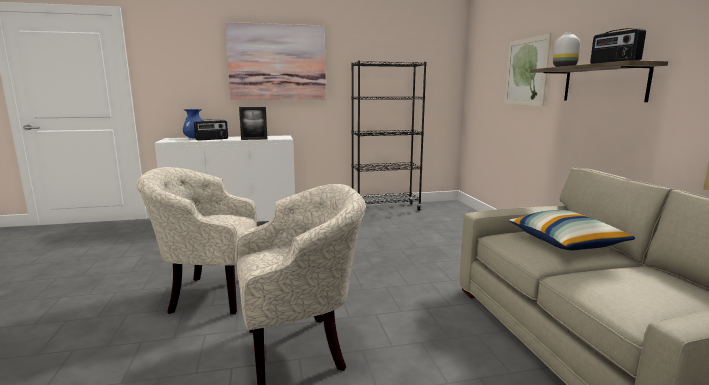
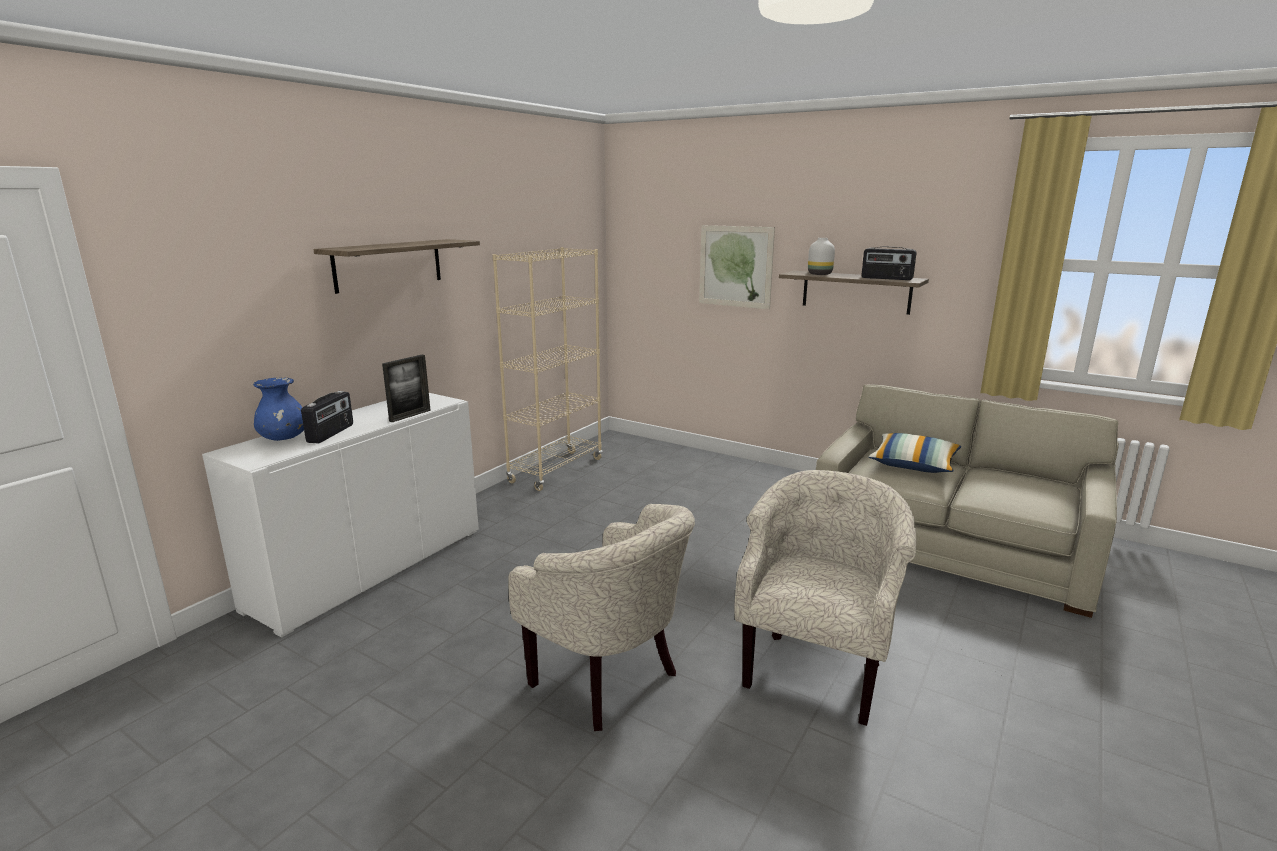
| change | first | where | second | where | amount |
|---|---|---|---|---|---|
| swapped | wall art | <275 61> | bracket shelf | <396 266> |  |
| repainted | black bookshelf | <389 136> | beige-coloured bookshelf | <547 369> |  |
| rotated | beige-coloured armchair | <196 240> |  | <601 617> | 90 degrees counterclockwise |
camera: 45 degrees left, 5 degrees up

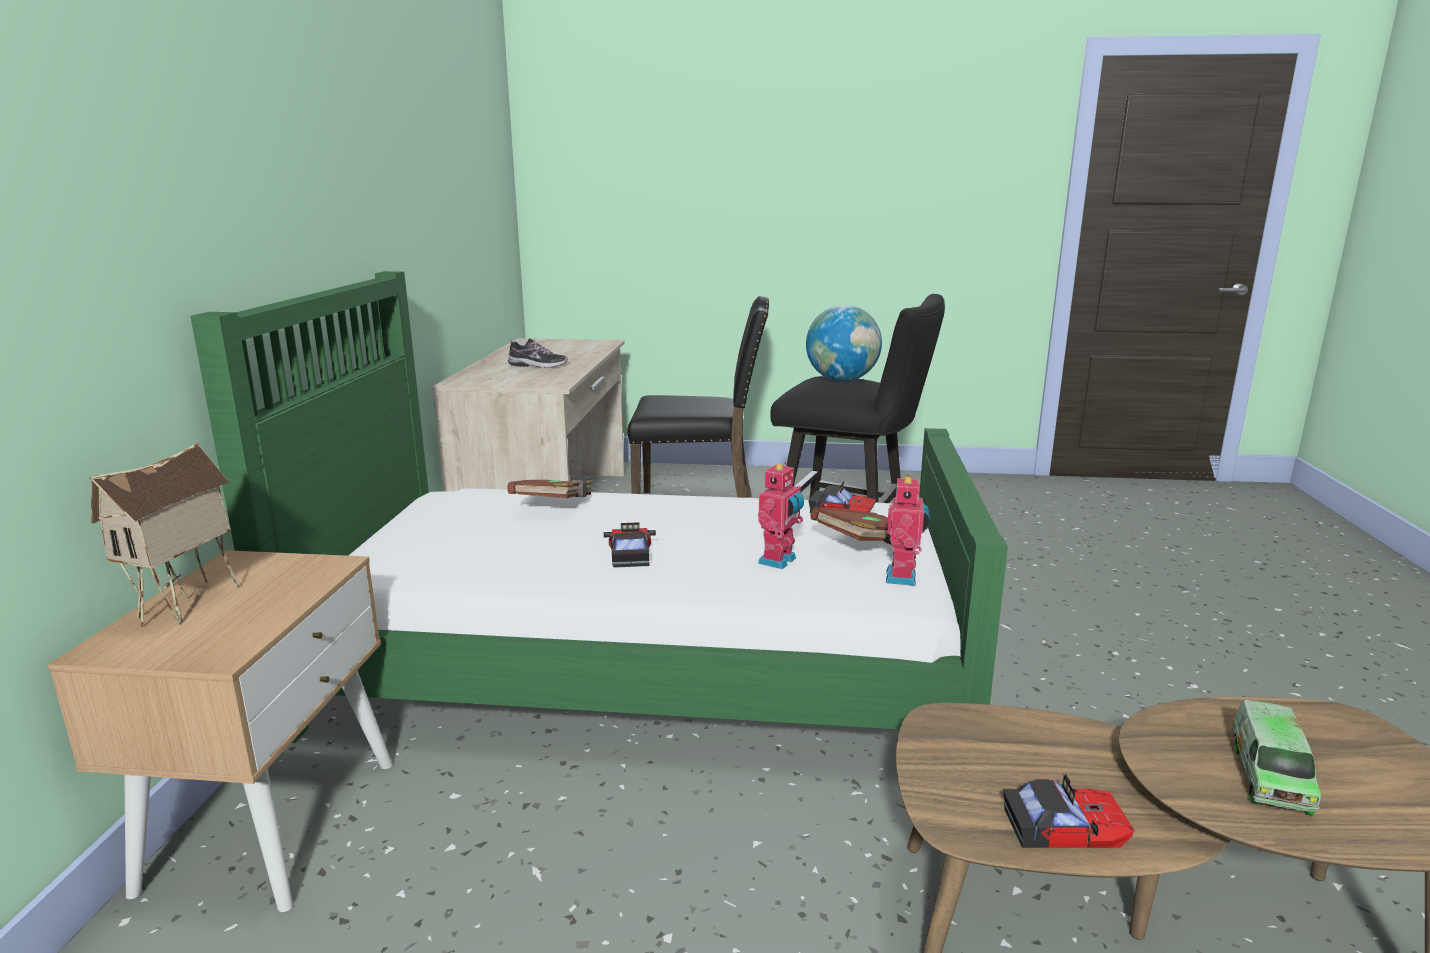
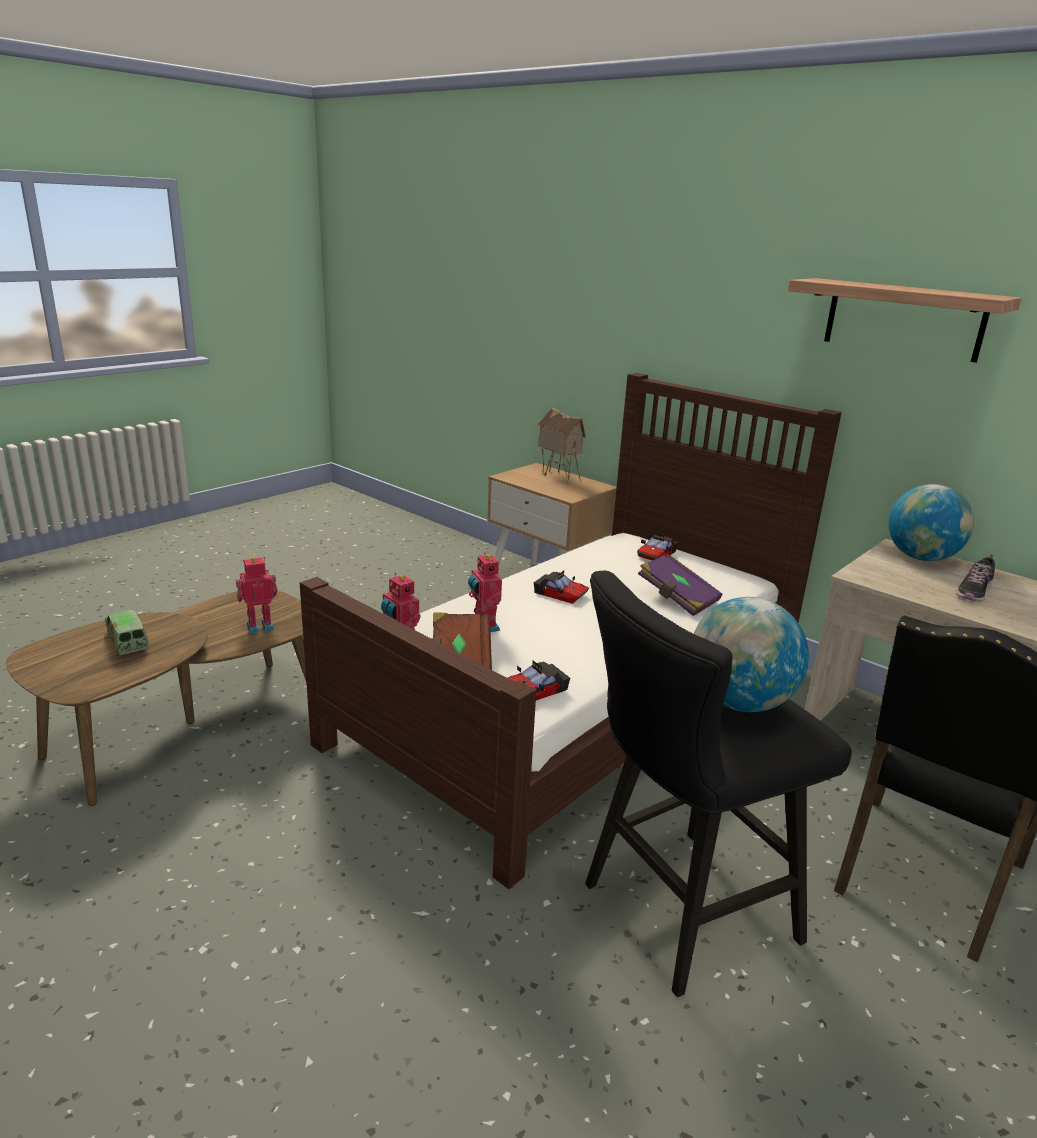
| change | first | where | second | where | amount |
|---|---|---|---|---|---|
| new |  |  | robot figure | <257 595> |  |
| new |  |  | bracket shelf | <905 320> |  |
| new |  |  | desk globe | <931 522> |  |
| shifted | toy car | <1069 810> |  | <657 547> |  |
| repainted | greenish sleeping bed | <599 507> | brown-coloured sleeping bed | <571 631> |  |
| repainted | brown-coloured volume | <549 489> | purple-coloured volume | <680 585> |  |
camera: 125 degrees right, 5 degrees up

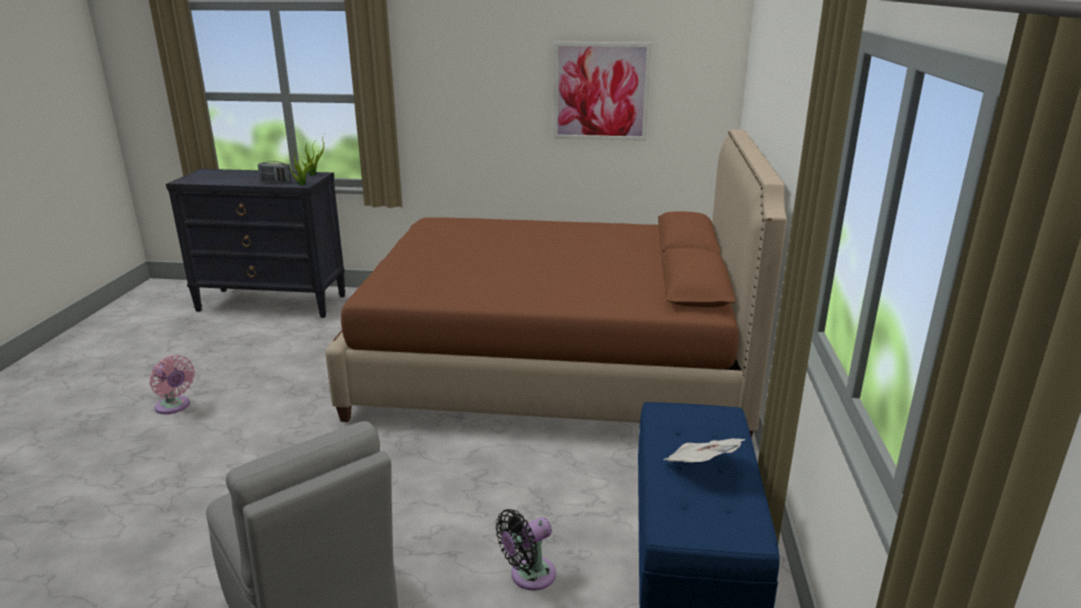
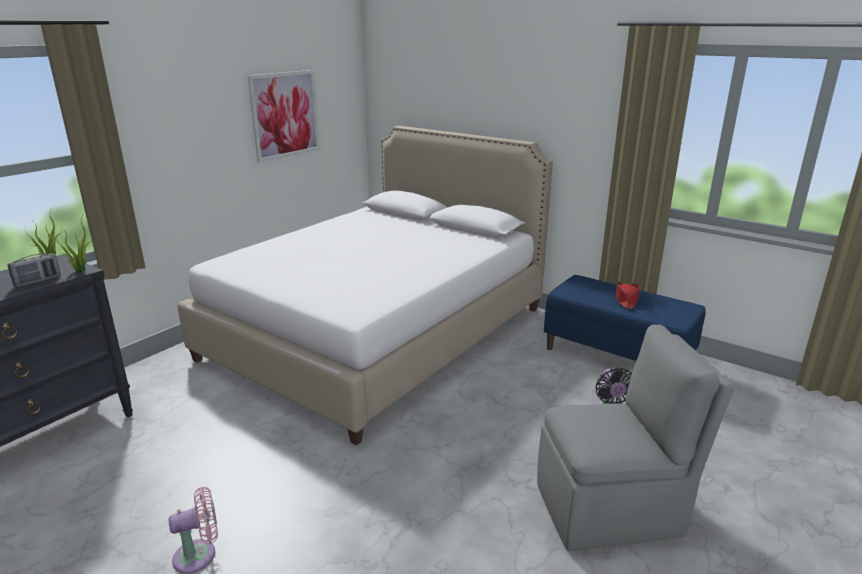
| change | first | where | second | where | amount |
|---|---|---|---|---|---|
| swapped | newspaper | <705 450> | red clothing hat | <628 295> |  |
| repainted | brown-coloured sleeping bed | <556 283> | white sleeping bed | <365 286> |  |
camera: 60 degrees left, 0 degrees up

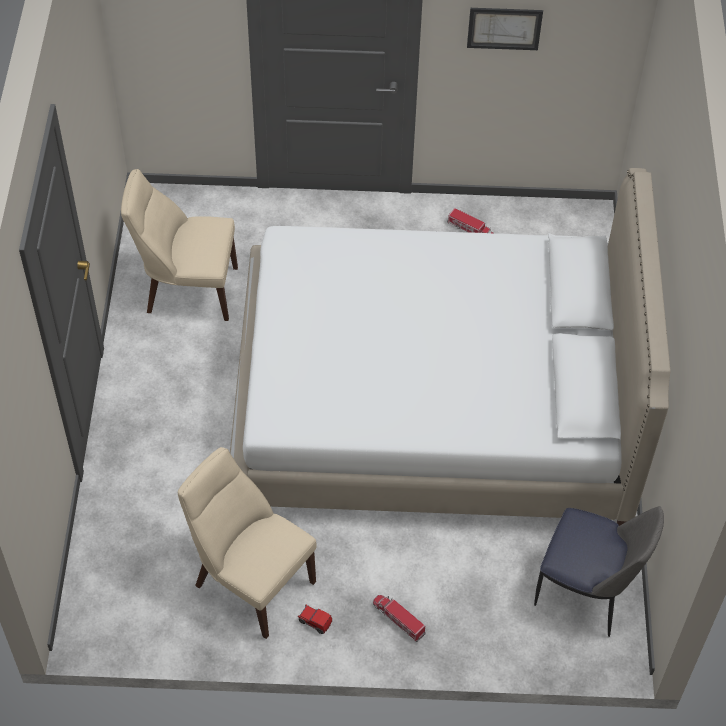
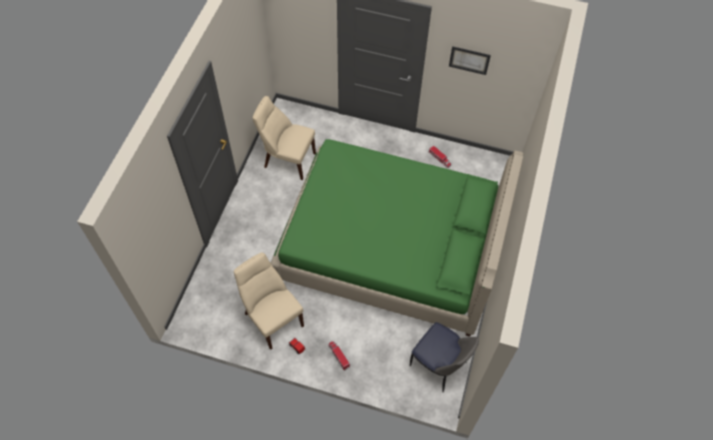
| change | first | where | second | where | amount |
|---|---|---|---|---|---|
| repainted | white sleeping bed | <450 347> | greenish sleeping bed | <397 238> |  |
camera: 15 degrees right, 5 degrees up

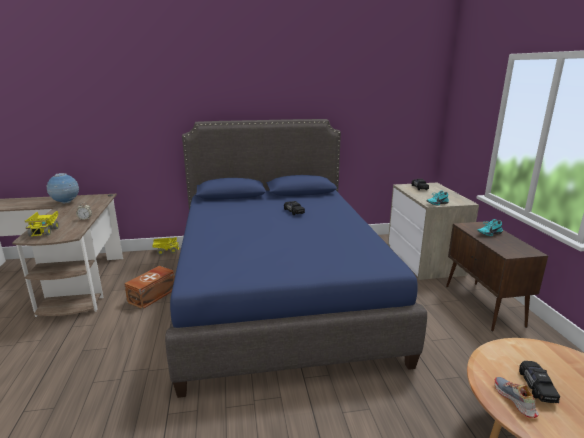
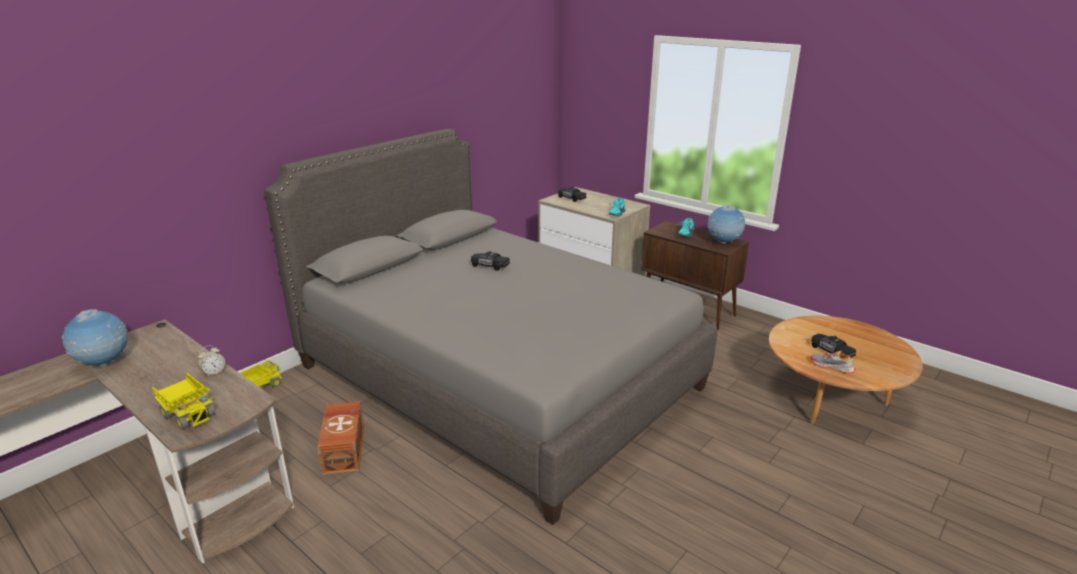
| change | first | where | second | where | amount |
|---|---|---|---|---|---|
| new |  |  | desk globe | <726 224> |  |
| repainted | bluish sleeping bed | <296 258> | gray sleeping bed | <490 327> |  |
camera: 40 degrees left, 5 degrees up

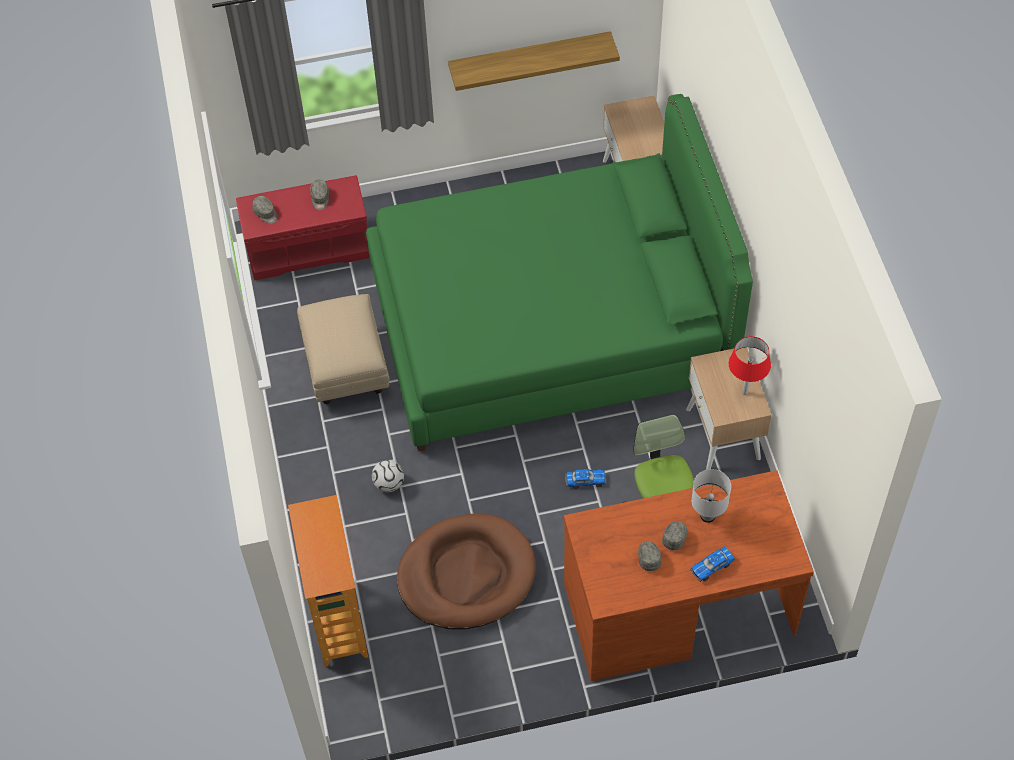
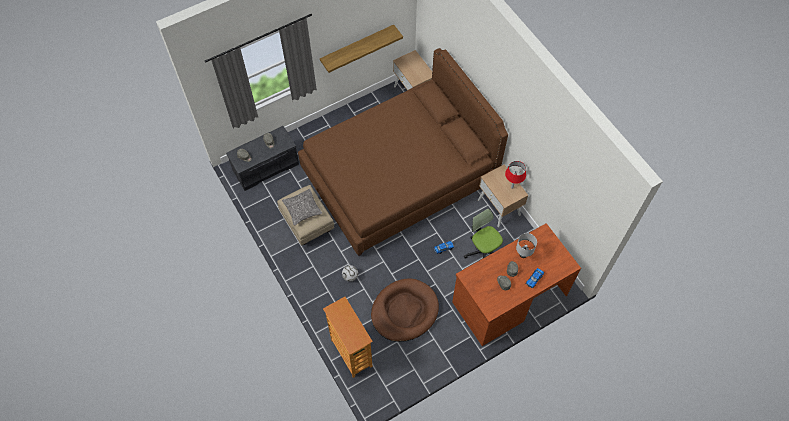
| change | first | where | second | where | amount |
|---|---|---|---|---|---|
| new |  |  | pillow | <302 207> |  |
| repainted | red long seat | <302 228> | gray long seat | <262 158> |  |
| repainted | greenish sleeping bed | <559 273> | brown-coloured sleeping bed | <403 152> |  |
camera: 20 degrees left, 5 degrees up

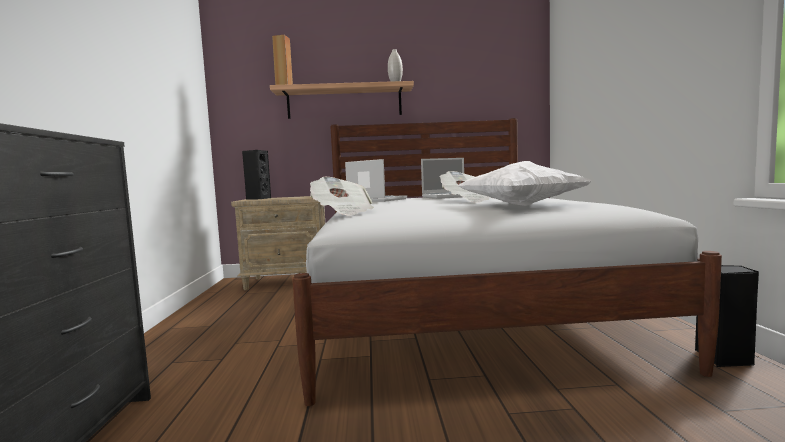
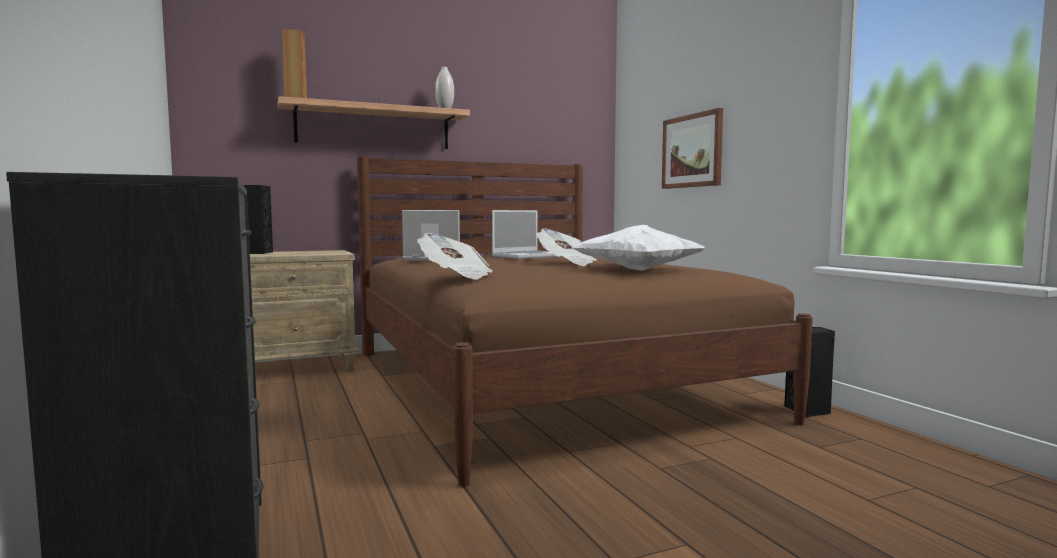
| change | first | where | second | where | amount |
|---|---|---|---|---|---|
| new |  |  | wall art | <692 148> |  |
| repainted | white sleeping bed | <507 262> | brown-coloured sleeping bed | <585 321> |  |
camera: 20 degrees left, 0 degrees up

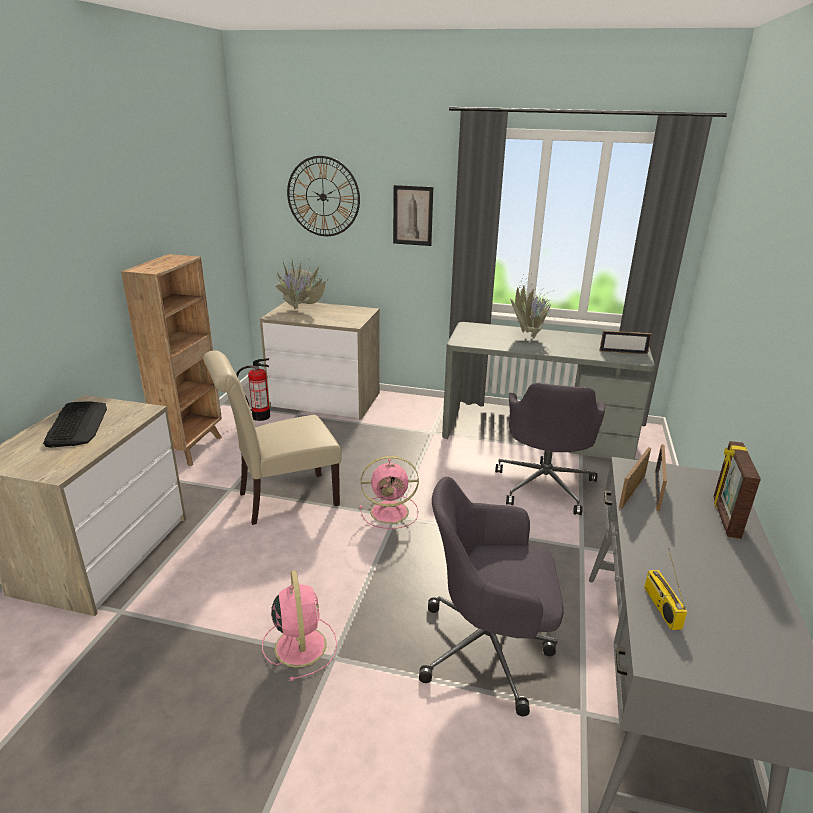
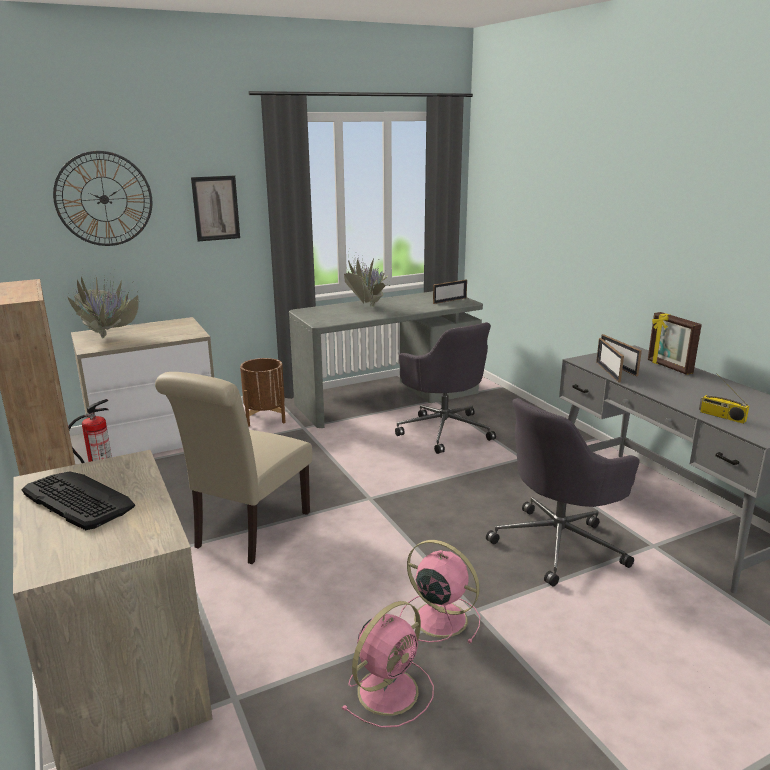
| change | first | where | second | where | amount |
|---|---|---|---|---|---|
| new |  |  | brown-coloured flower pot | <263 392> |  |
| shifted | pinkish cooling fan | <389 492> |  | <387 664> |  |
camera: 40 degrees left, 5 degrees down

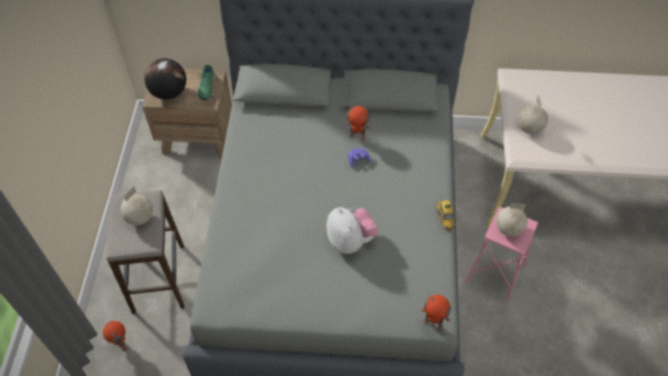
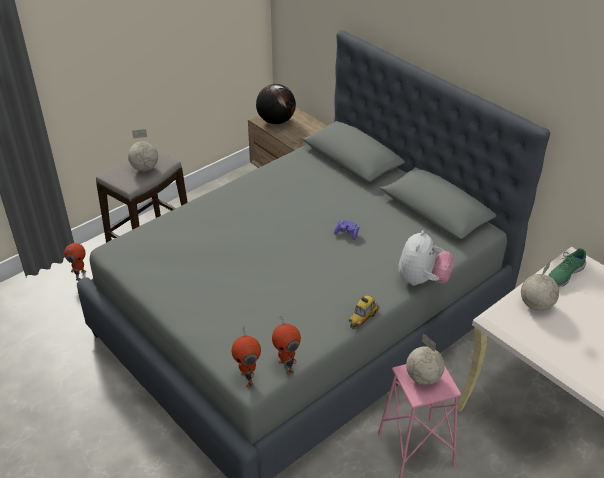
| change | first | where | second | where | amount |
|---|---|---|---|---|---|
| shifted | greenish item of footwear | <206 82> |  | <567 267> |  |
| shifted | cuddly toy | <352 230> |  | <426 258> |  |
| shifted | robot figure | <358 122> |  | <286 345> |  |
camera: 45 degrees right, 15 degrees down

